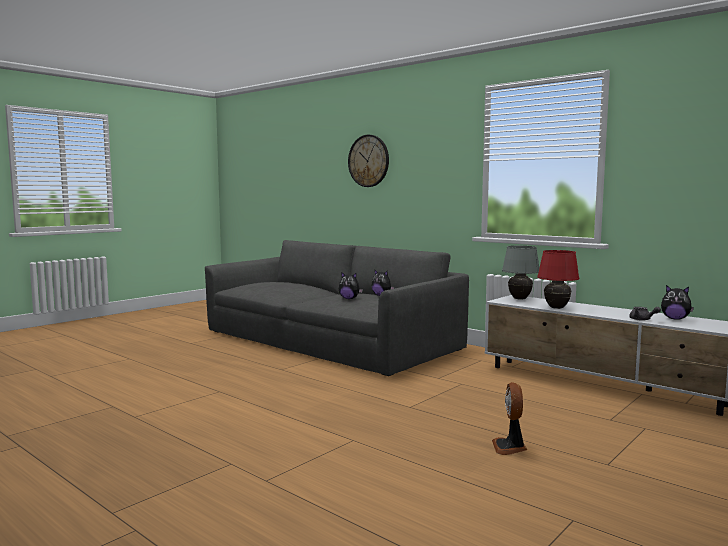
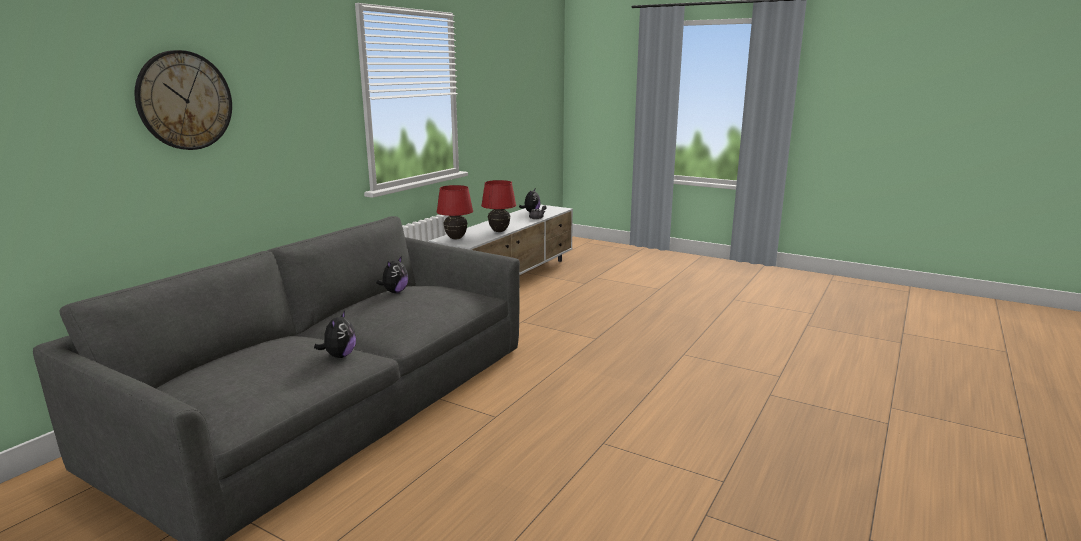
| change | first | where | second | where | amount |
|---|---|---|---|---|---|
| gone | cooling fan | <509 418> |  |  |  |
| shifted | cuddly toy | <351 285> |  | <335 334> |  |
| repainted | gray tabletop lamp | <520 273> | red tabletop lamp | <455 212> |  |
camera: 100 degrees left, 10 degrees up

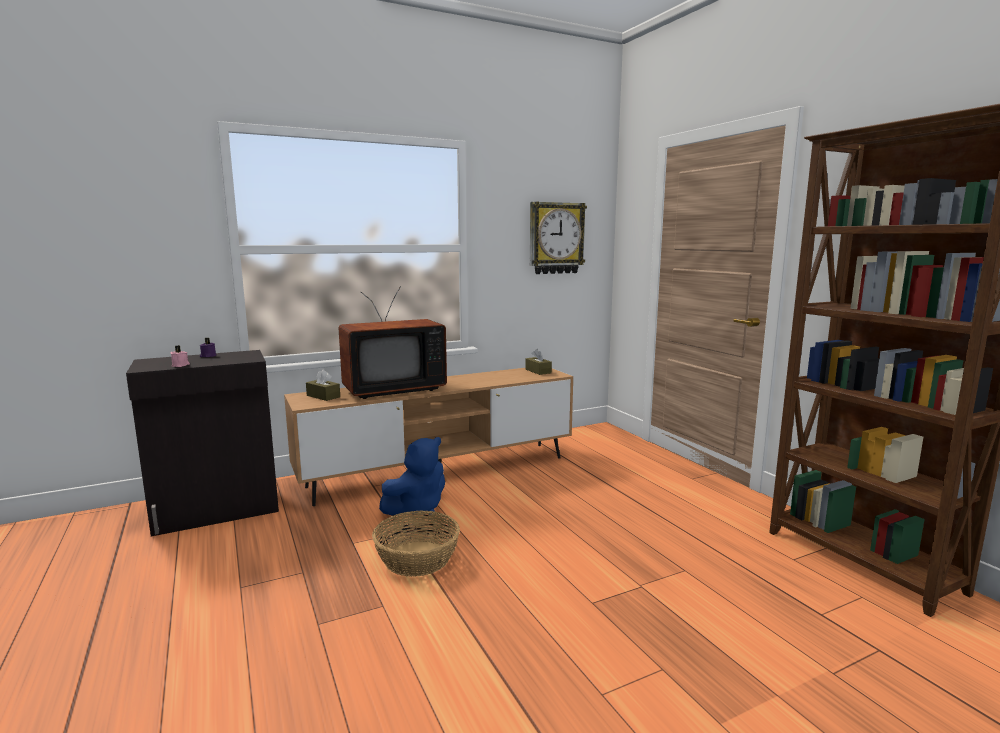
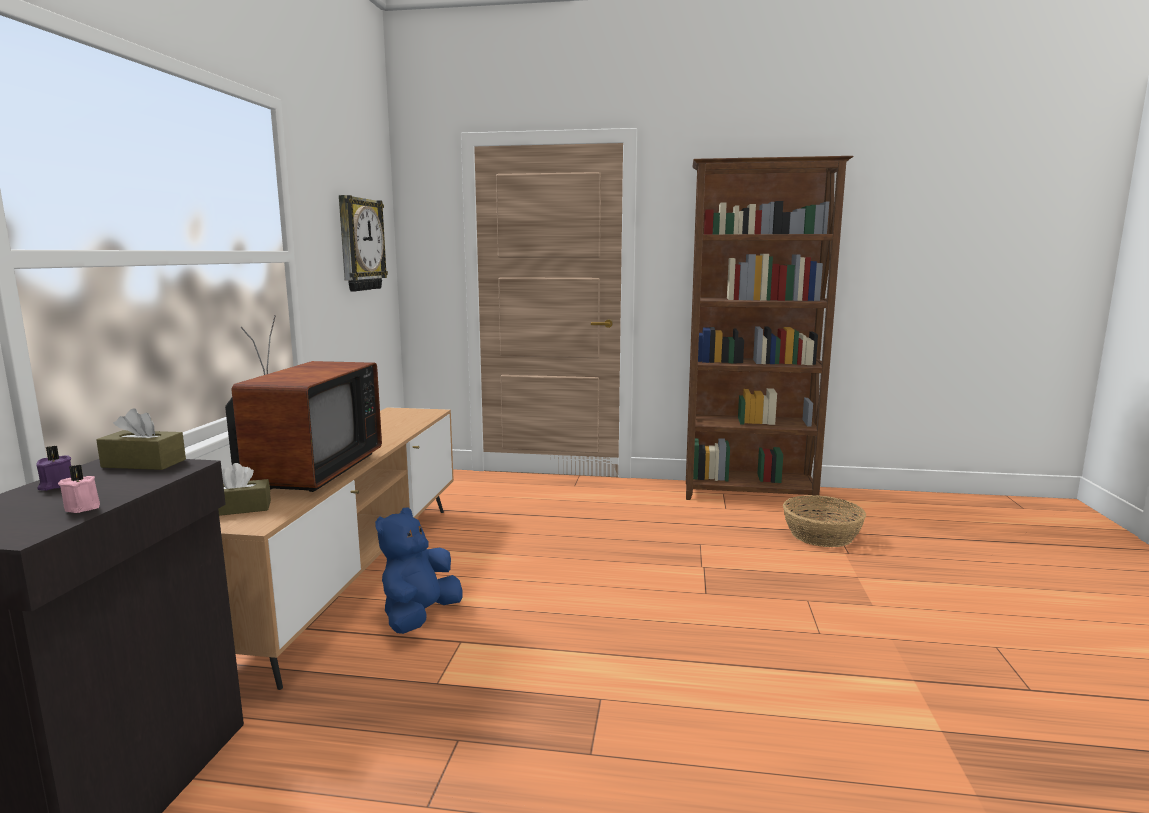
| change | first | where | second | where | amount |
|---|---|---|---|---|---|
| shifted | storage basket | <416 544> |  | <824 521> |  |
| shifted | brown-coloured tissue holder | <538 362> |  | <141 439> |  |
| rotated | bluish cuddly toy | <412 476> |  | <418 570> | 150 degrees counterclockwise |
camera: 55 degrees left, 0 degrees up

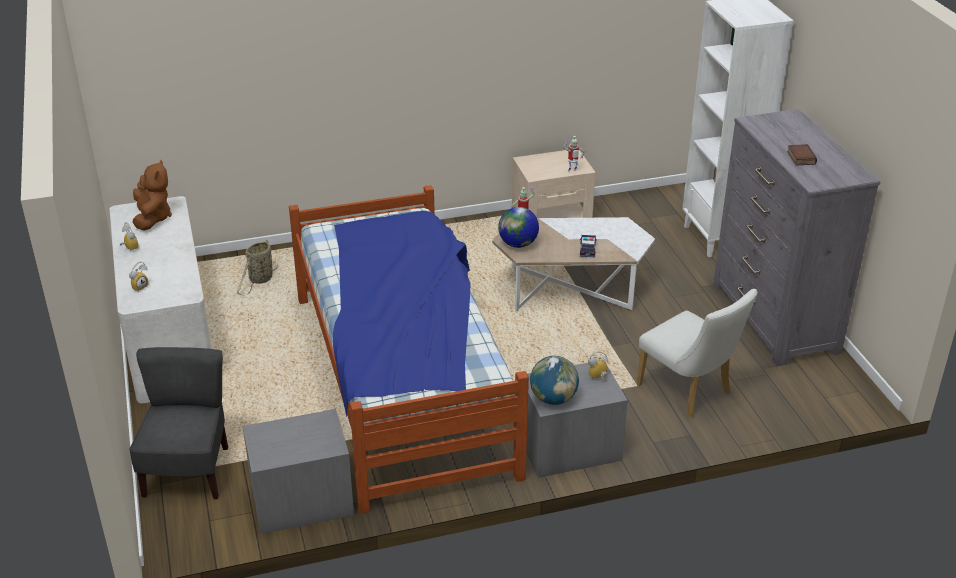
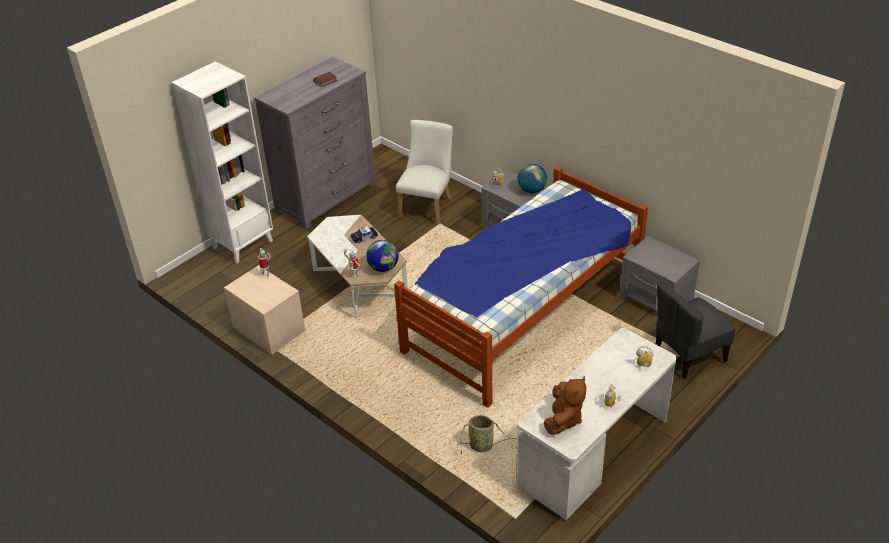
| change | first | where | second | where | amount |
|---|---|---|---|---|---|
| rotated | brown-coloured cuddly toy | <152 195> |  | <565 405> | 150 degrees clockwise |
camera: 120 degrees left, 5 degrees up

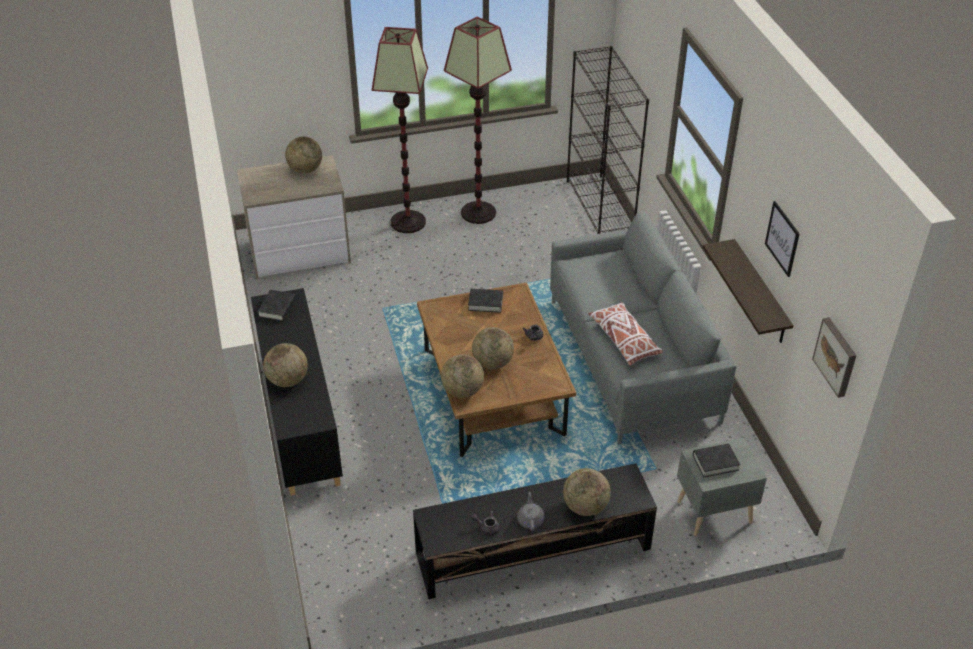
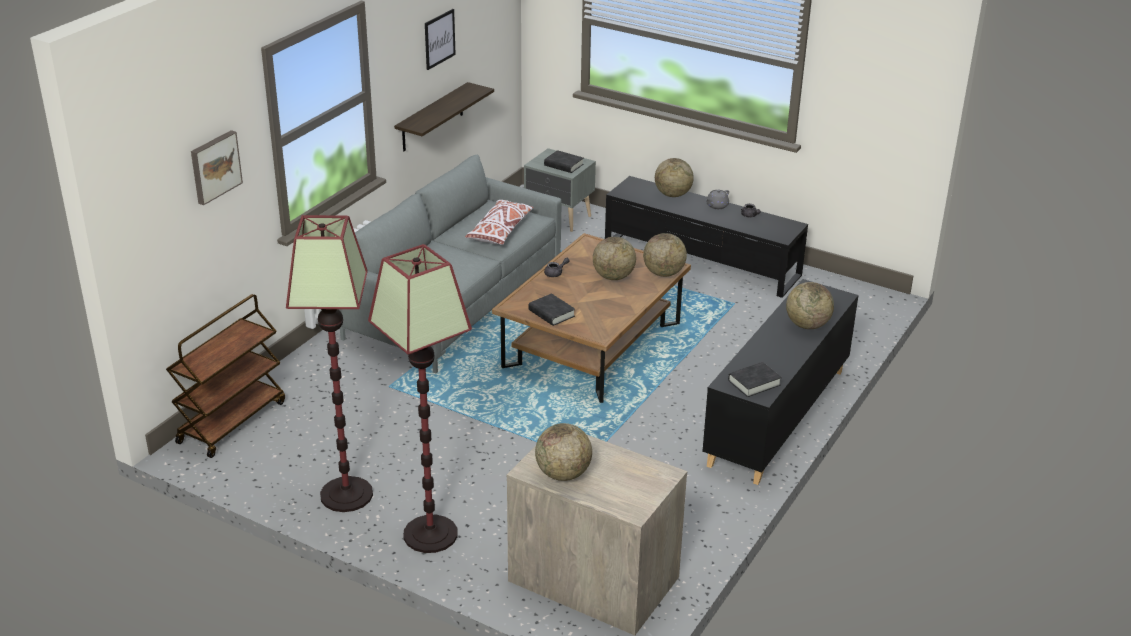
| change | first | where | second | where | amount |
|---|---|---|---|---|---|
| shifted | wall art | <834 357> |  | <217 167> |  |
| swapped | black bookshelf | <608 140> | brown-coloured cart | <225 376> |  |
camera: 135 degrees left, 10 degrees down

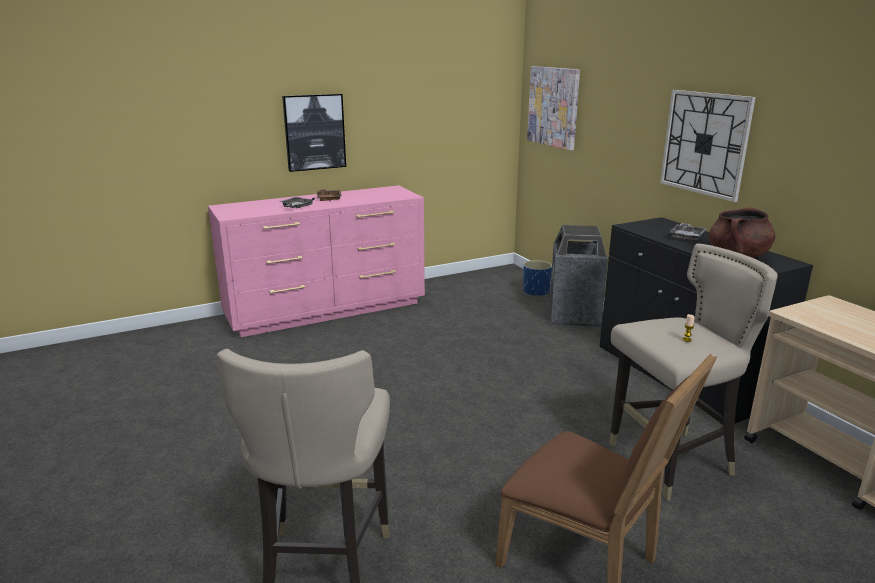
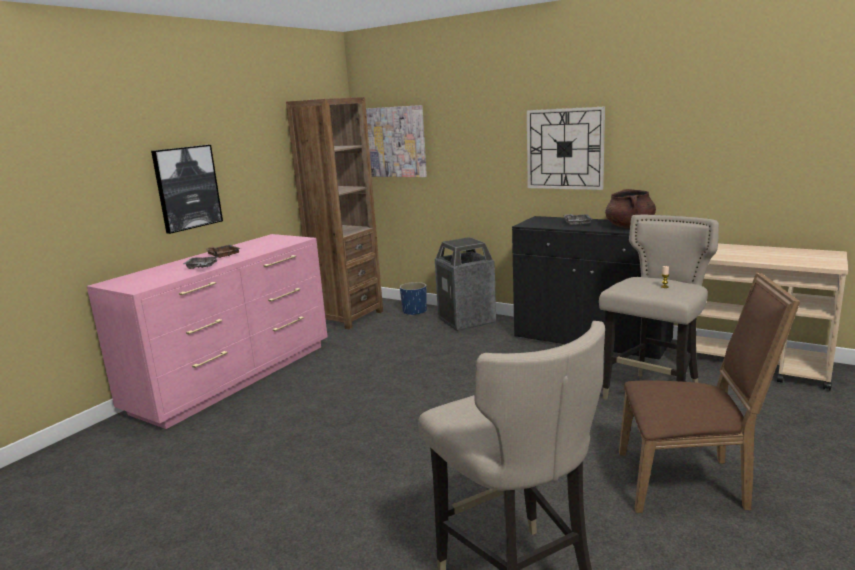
| change | first | where | second | where | amount |
|---|---|---|---|---|---|
| new |  |  | brown-coloured bookshelf | <334 213> |  |
camera: 30 degrees left, 5 degrees down

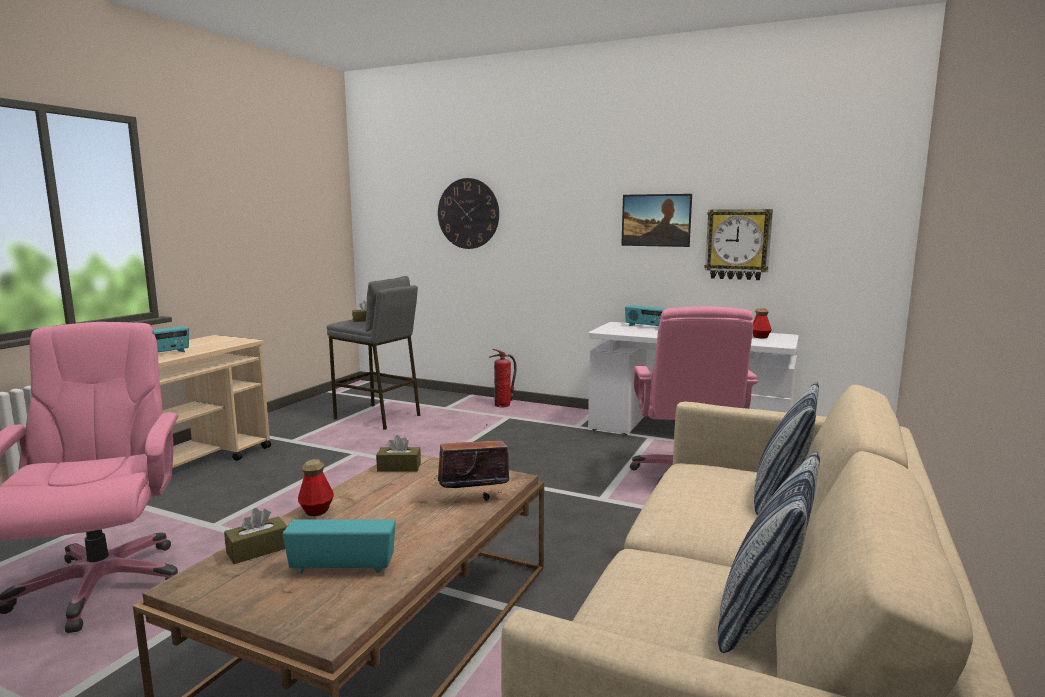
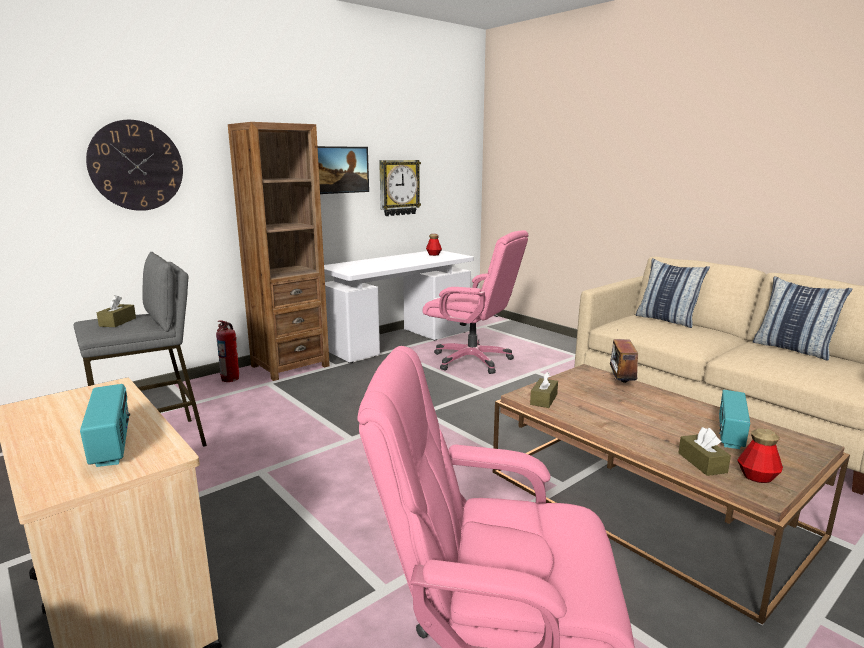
| change | first | where | second | where | amount |
|---|---|---|---|---|---|
| gone | radio | <646 315> |  |  |  |
| new |  |  | brown-coloured bookshelf | <279 251> |  |
| shifted | bottle | <316 487> |  | <760 455> |  |
camera: 65 degrees left, 5 degrees up

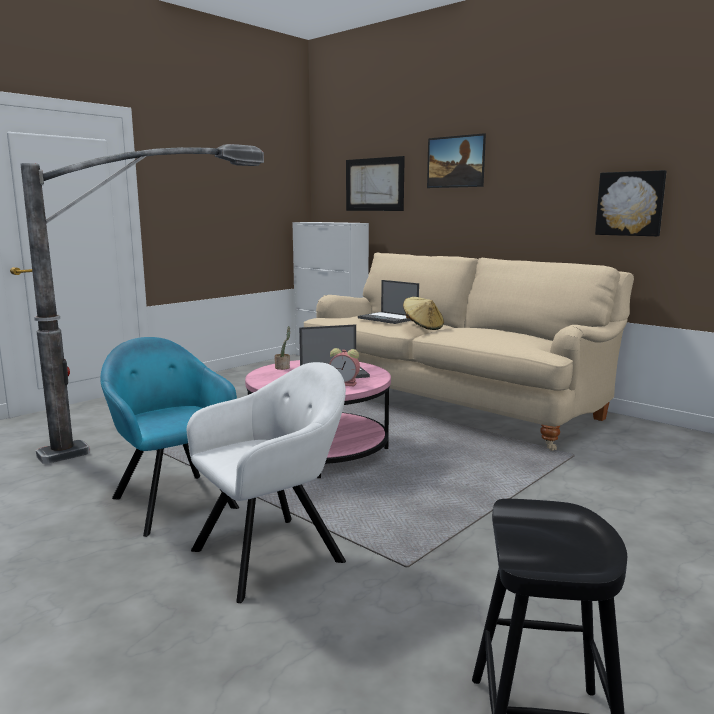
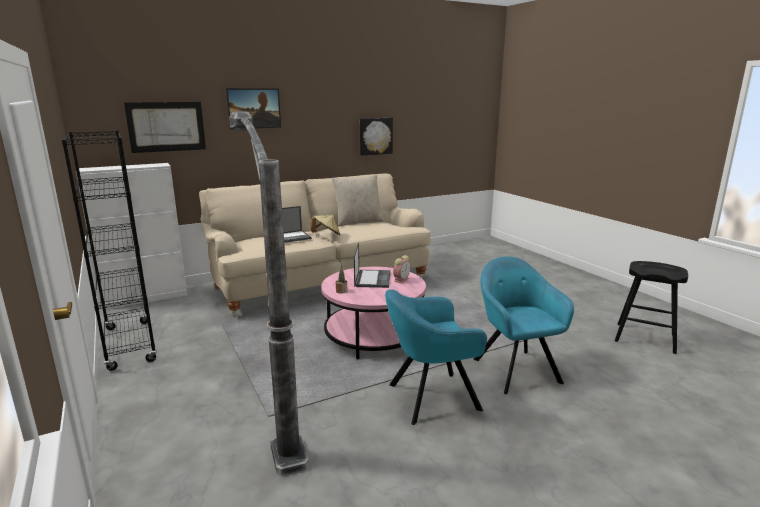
| change | first | where | second | where | amount |
|---|---|---|---|---|---|
| new |  |  | black bookshelf | <109 250> |  |
| new |  |  | beige-coloured pillow | <358 200> |  |
| repainted | white armchair | <266 482> | blue-green armchair | <523 325> |  |
camera: 70 degrees left, 5 degrees up

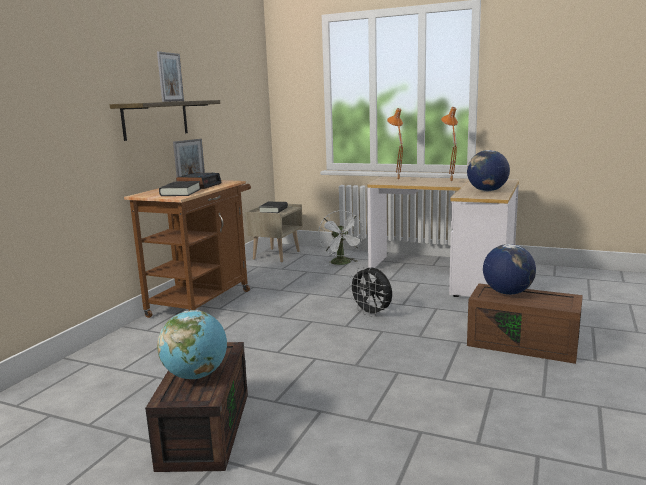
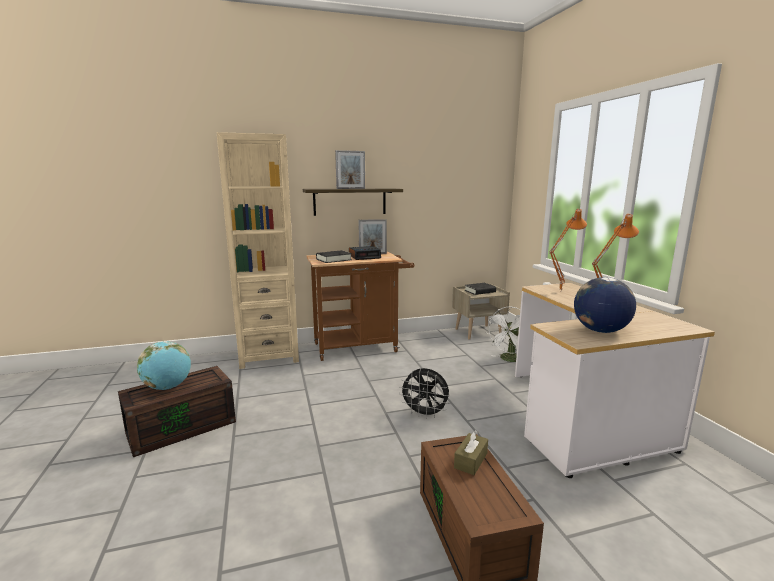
| change | first | where | second | where | amount |
|---|---|---|---|---|---|
| new |  |  | beige-coloured bookshelf | <258 250> |  |
| swapped | desk globe | <509 269> | brown-coloured tissue holder | <471 452> |  |
| rotated | black cooling fan | <370 292> |  | <424 393> | 75 degrees counterclockwise |
camera: 50 degrees right, 0 degrees up

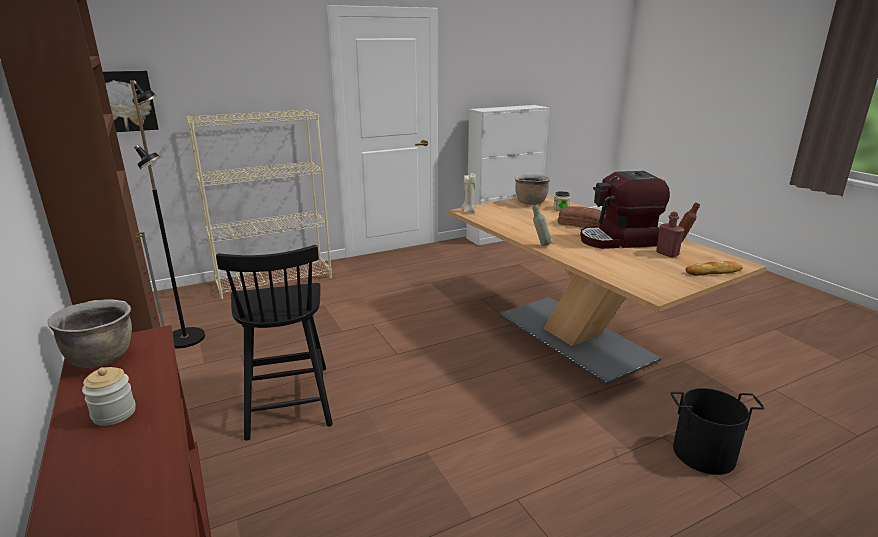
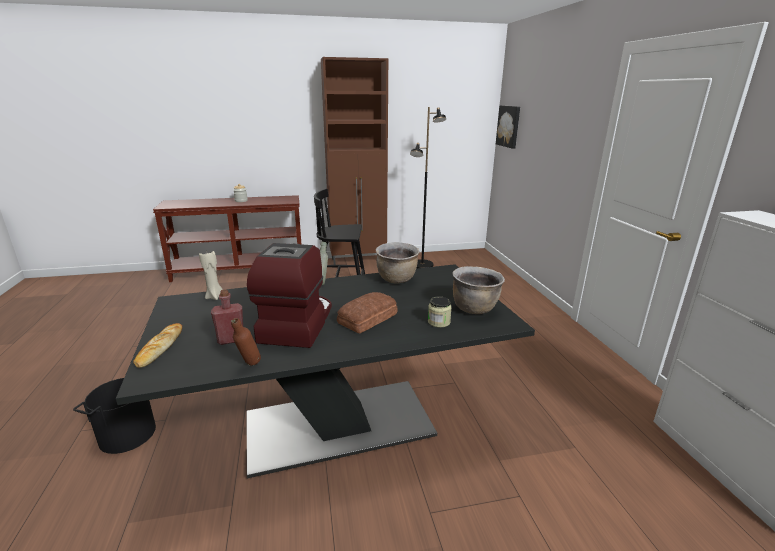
| change | first | where | second | where | amount |
|---|---|---|---|---|---|
| gone | beige-coloured bookshelf | <259 204> |  |  |  |
| shifted | brown-coloured stockpot | <90 333> |  | <398 262> |  |
| shifted | beige-coloured wax candle | <468 193> |  | <211 275> |  |
| repainted | beige-coloured dinner table | <607 290> | black dinner table | <325 371> |  |
camera: 105 degrees right, 0 degrees up

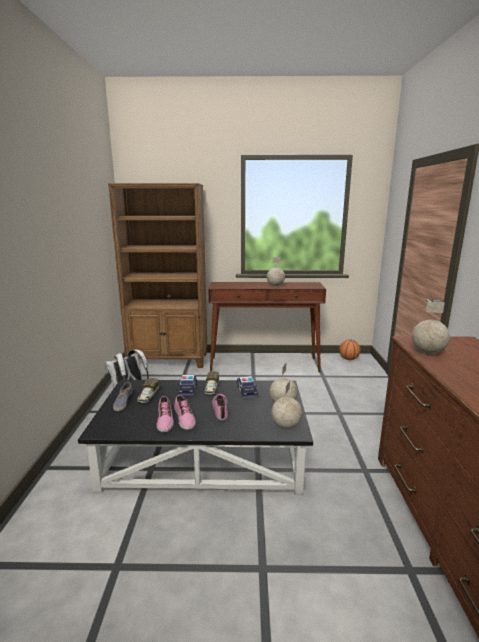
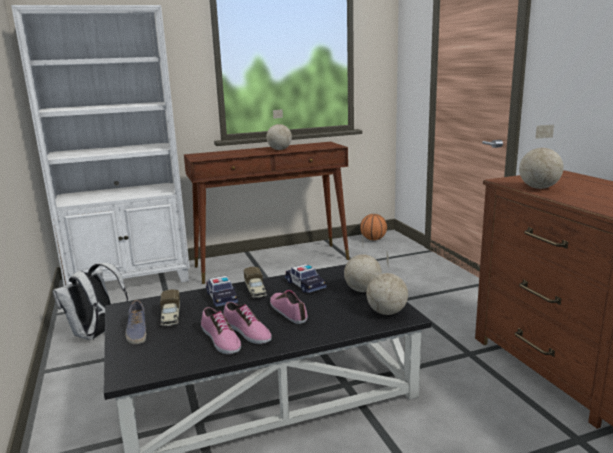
| change | first | where | second | where | amount |
|---|---|---|---|---|---|
| repainted | brown-coloured bookshelf | <157 275> | white bookshelf | <100 145> |  |
camera: 20 degrees left, 0 degrees up

